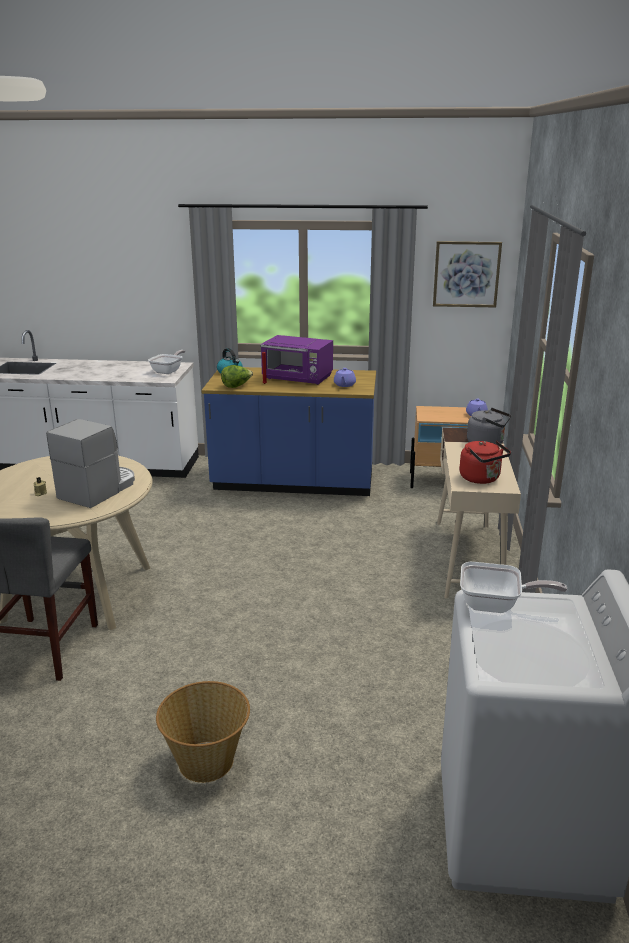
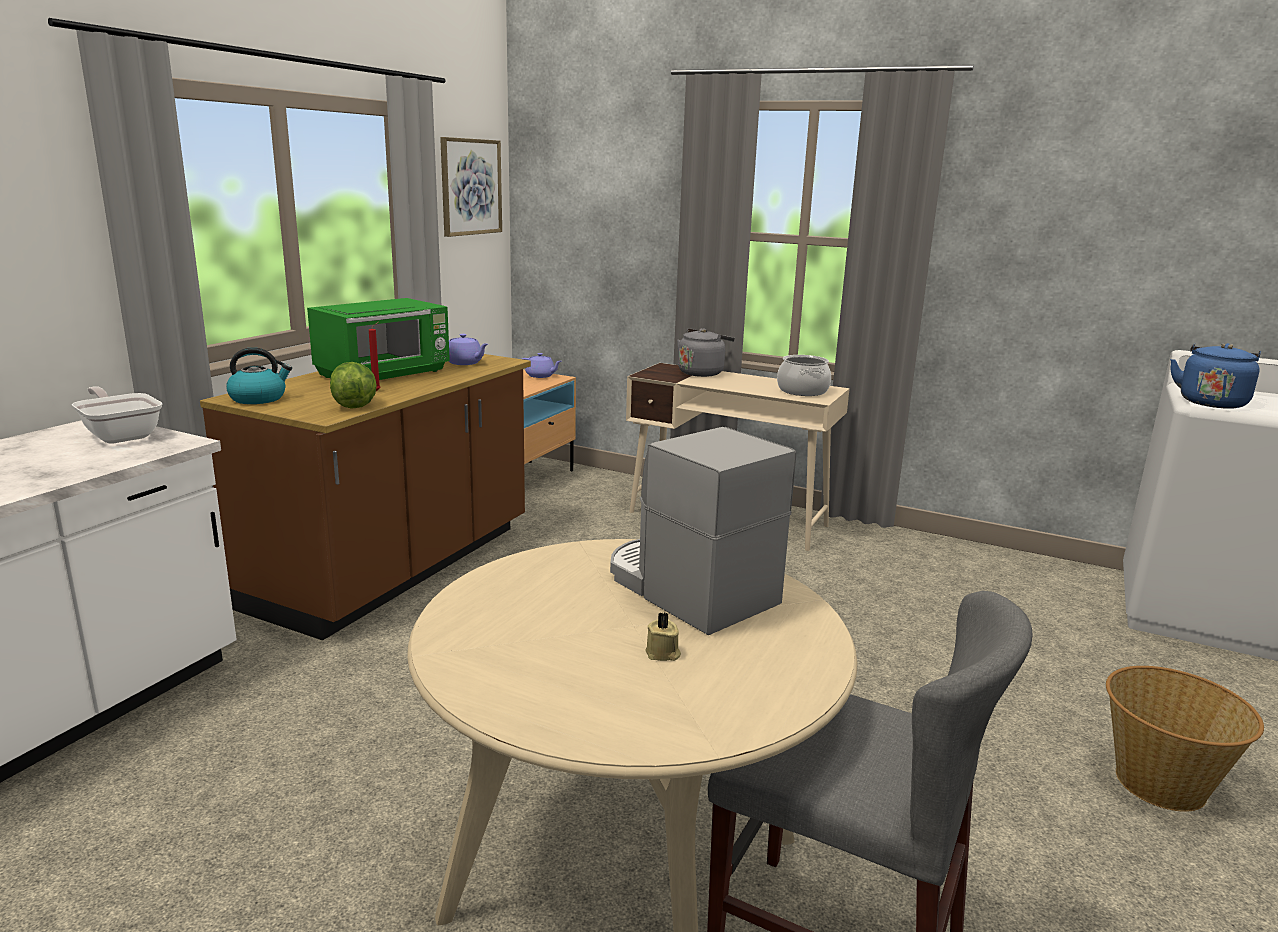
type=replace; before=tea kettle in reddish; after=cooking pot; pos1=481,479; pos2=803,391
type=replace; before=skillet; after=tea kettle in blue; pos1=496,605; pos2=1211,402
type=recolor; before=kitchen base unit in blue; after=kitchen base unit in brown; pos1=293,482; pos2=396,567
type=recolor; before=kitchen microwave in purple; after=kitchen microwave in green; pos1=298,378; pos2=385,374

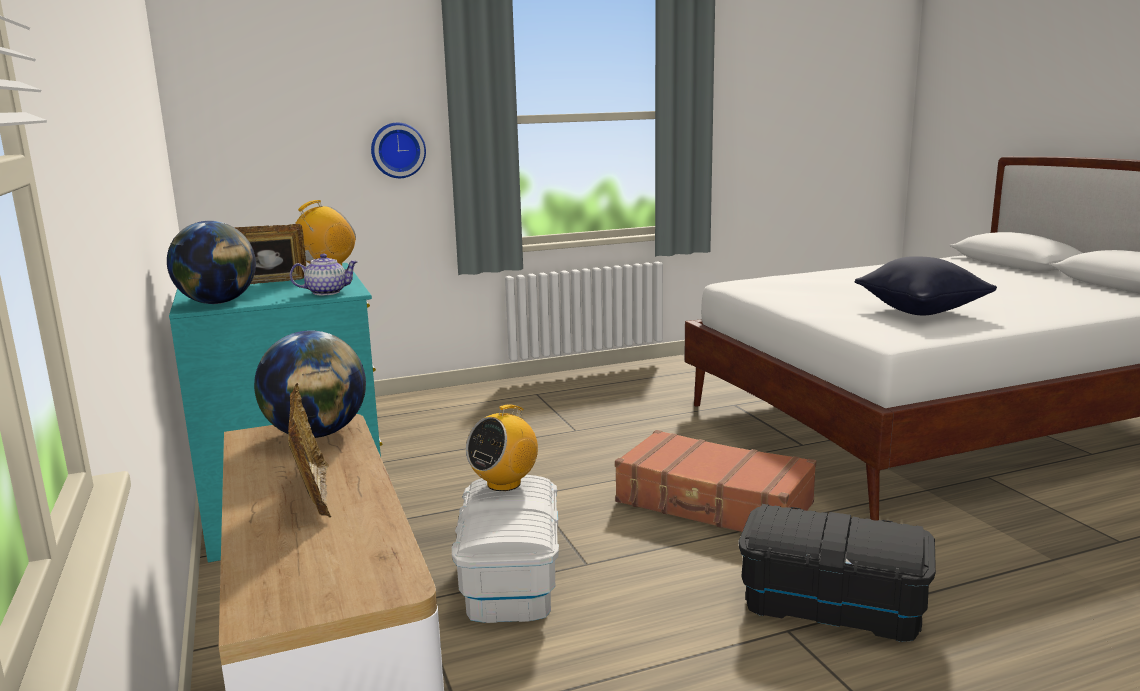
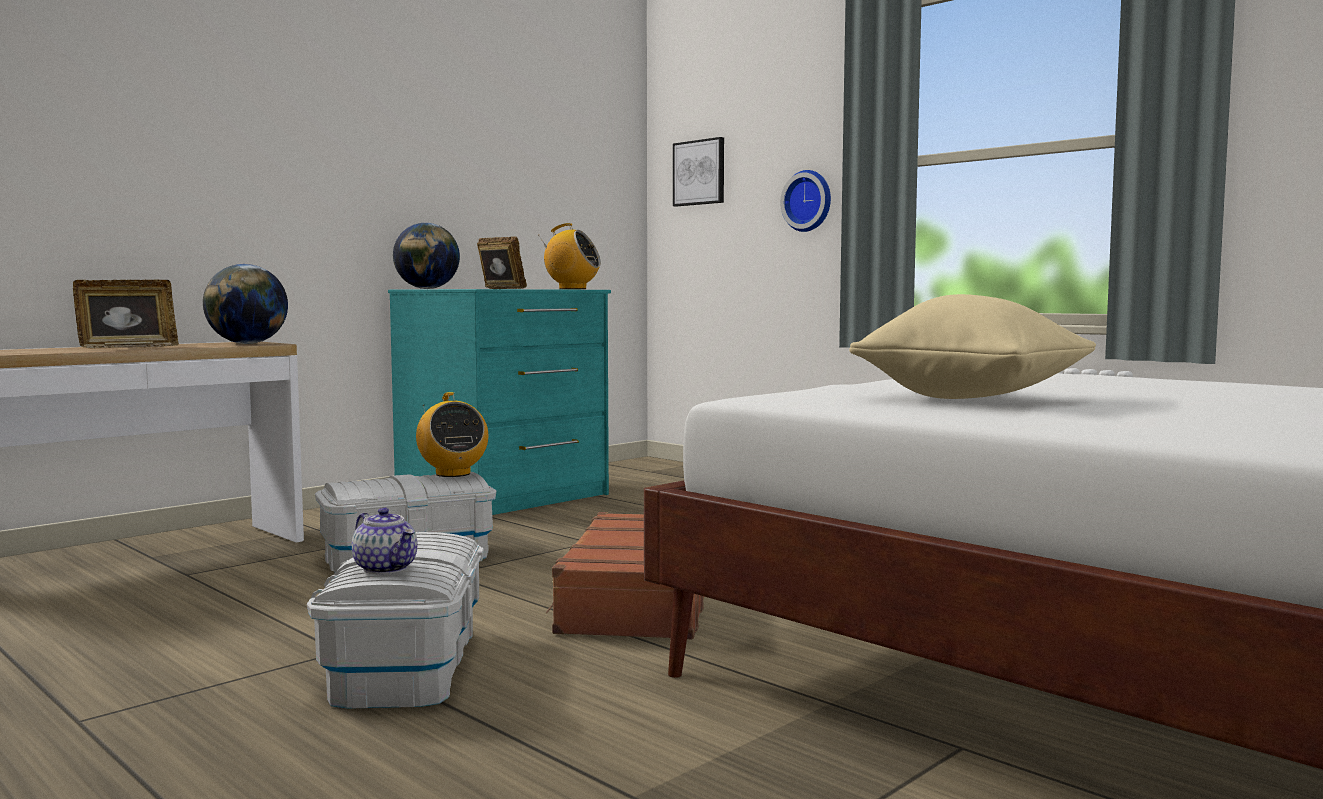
type=insert; after=wall picture; pos2=699,172
type=move; before=pot for tea; pos1=327,292; pos2=386,568
type=recolor; before=storage bin in black; after=storage bin in white-coloured; pos1=831,605; pos2=405,665
type=recolor; before=throw pillow in black; after=throw pillow in beige; pos1=921,311; pos2=971,399
type=rotate; before=radio set; pos1=504,483; pos2=452,474; turn=-135

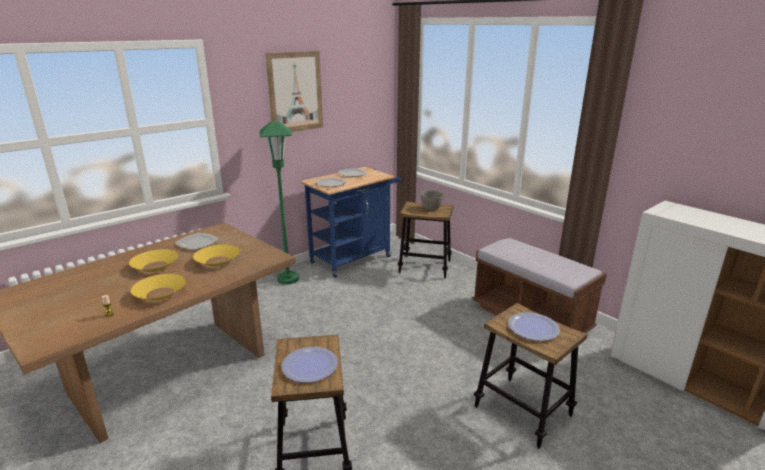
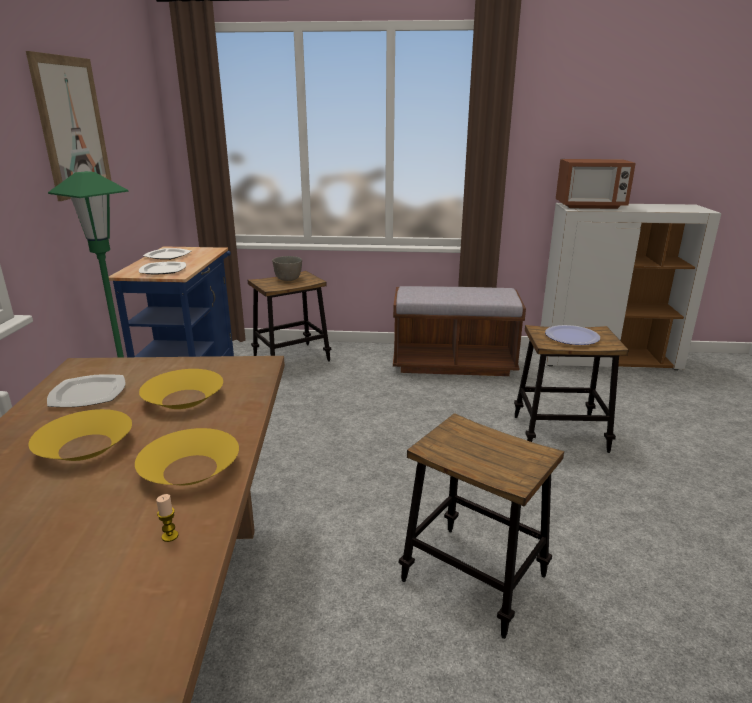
type=delete; before=dinner plate; pos1=309,365
type=insert; after=kitchen microwave; pos2=590,206

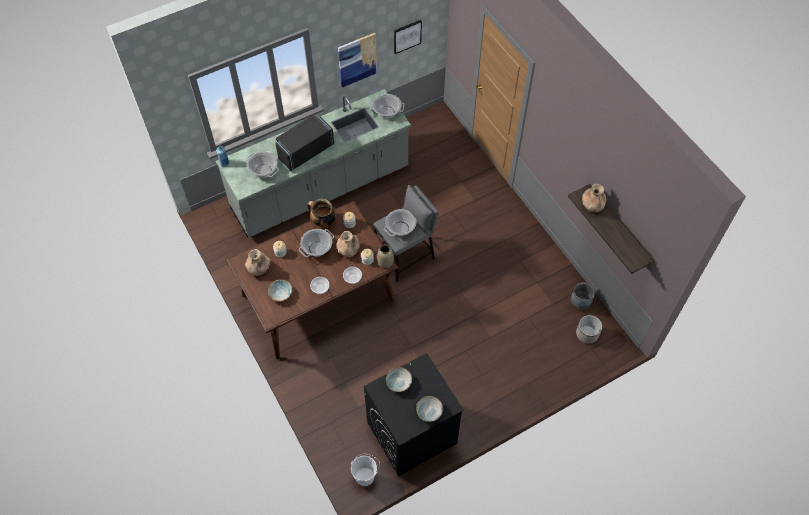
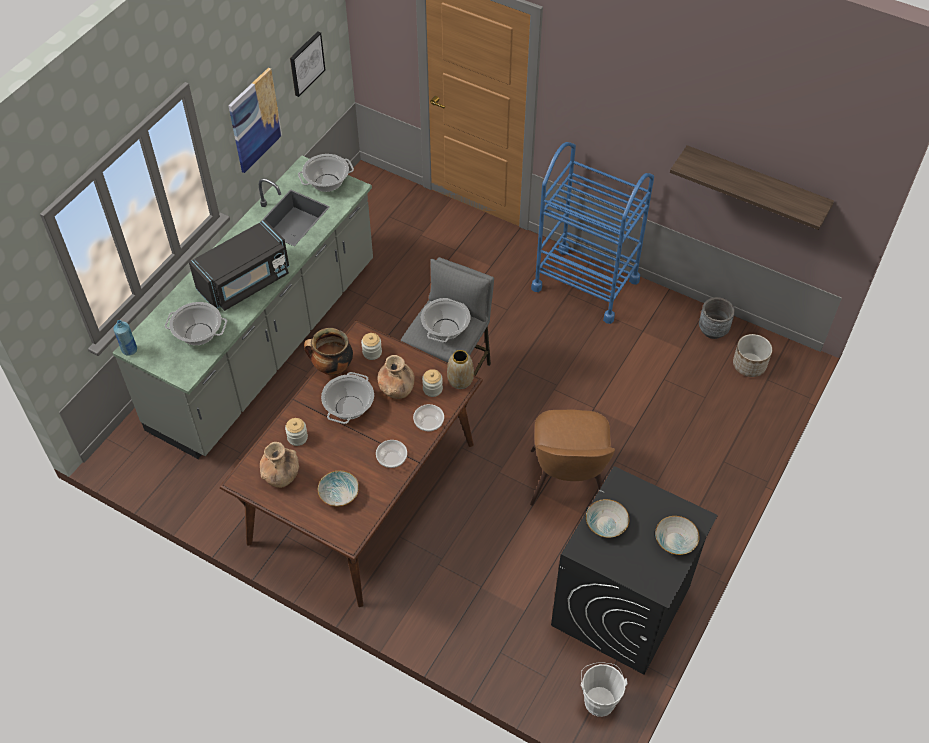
type=delete; before=decorative vase in brown; pos1=592,206
type=insert; after=chair in brown; pos2=568,482
type=insert; after=trolley in blue; pos2=585,284
type=rotate; before=kitchen microwave in black; pos1=305,151; pos2=245,282; turn=-150

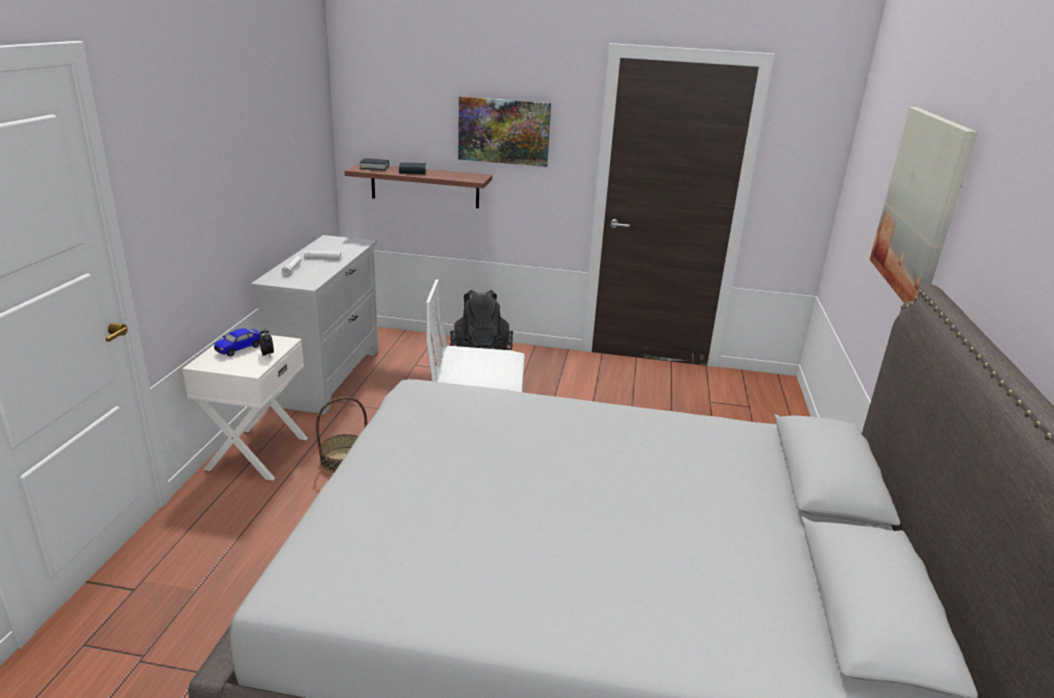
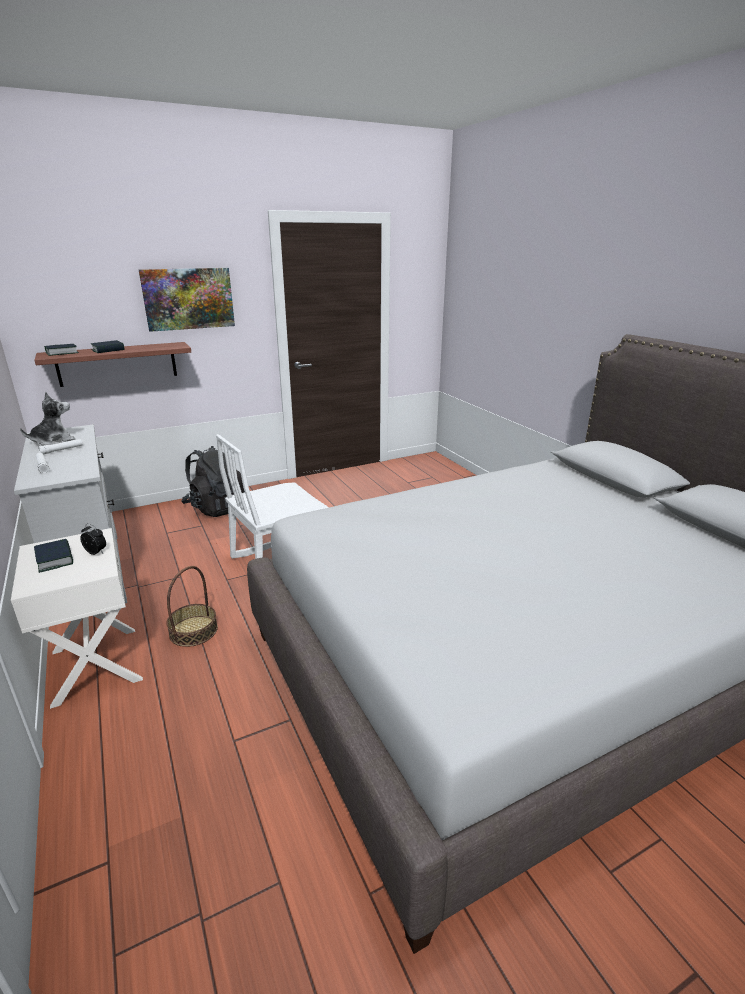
type=delete; before=wall picture; pos1=921,206
type=insert; after=soft toy; pos2=53,441
type=replace; before=model car; after=book; pos1=238,349; pos2=55,559

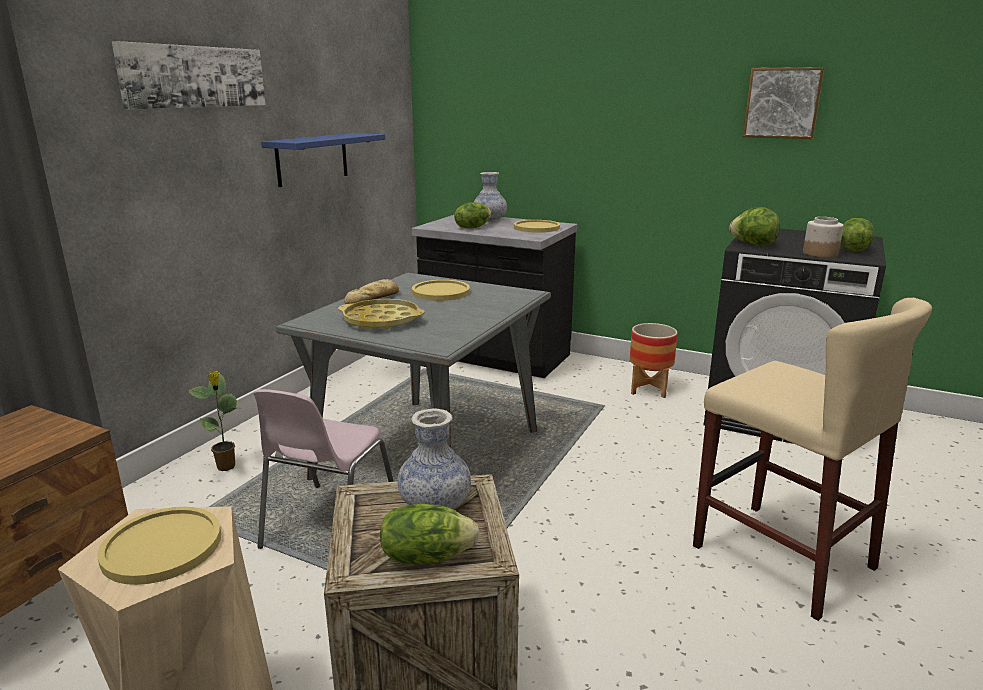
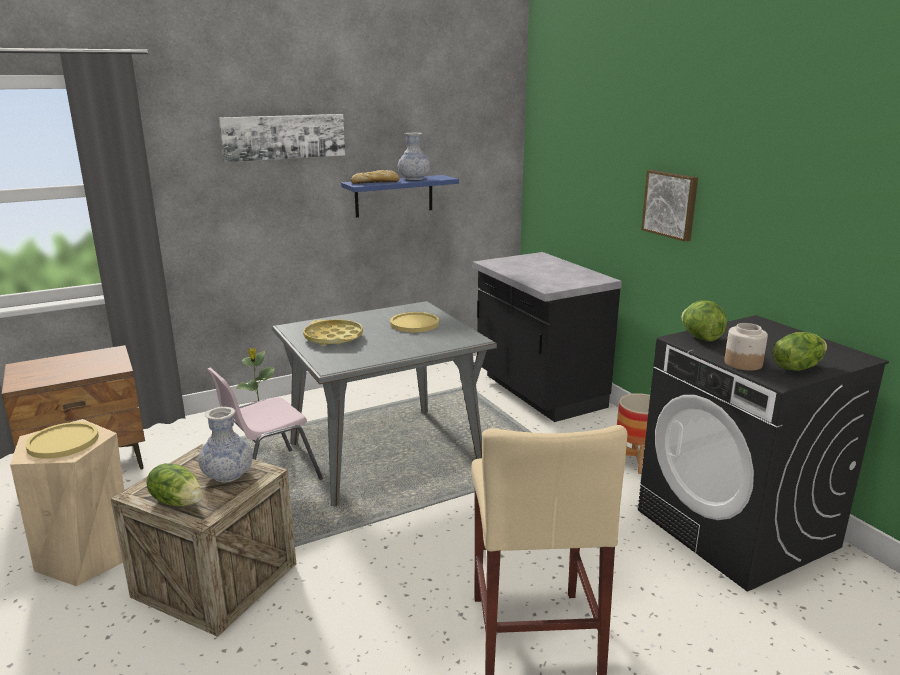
type=delete; before=lettuce head; pos1=472,227
type=delete; before=dinner plate in yellowish; pos1=536,227
type=move; before=baked bread; pos1=373,299; pos2=376,182
type=move; before=decorative vase; pos1=490,220; pos2=414,179
type=move; before=wall picture; pos1=782,103; pos2=671,204

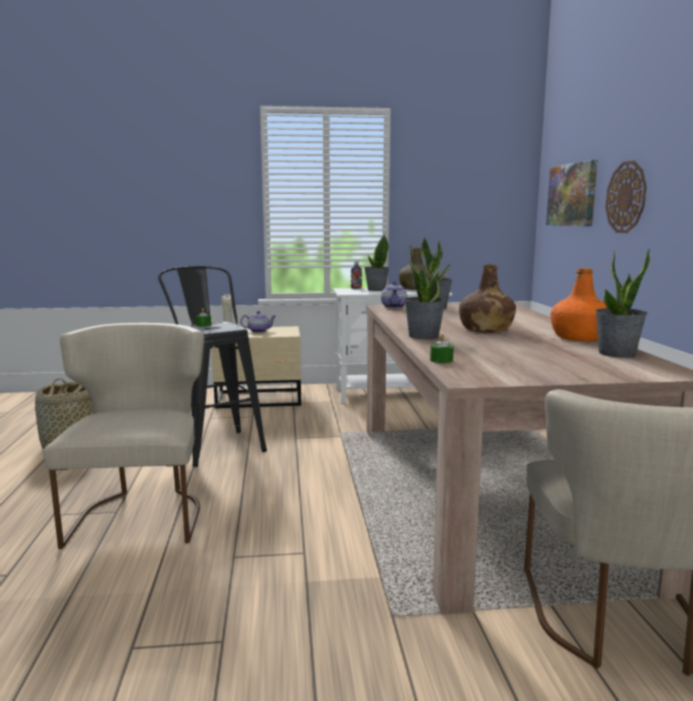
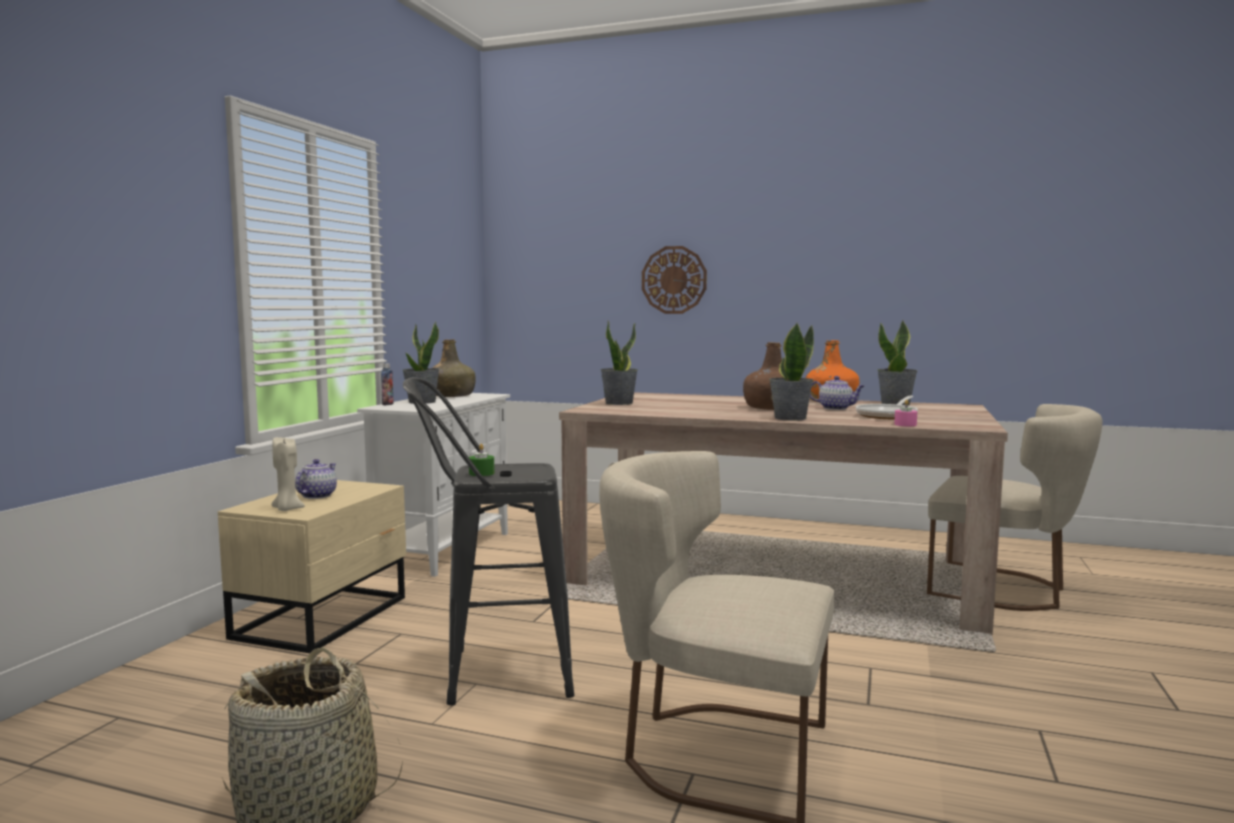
type=delete; before=wall picture; pos1=572,195
type=insert; after=skillet; pos2=888,416
type=move; before=pot for tea; pos1=394,307; pos2=836,408
type=recolor; before=candle in green; after=candle in pinkish; pos1=441,360; pos2=905,424

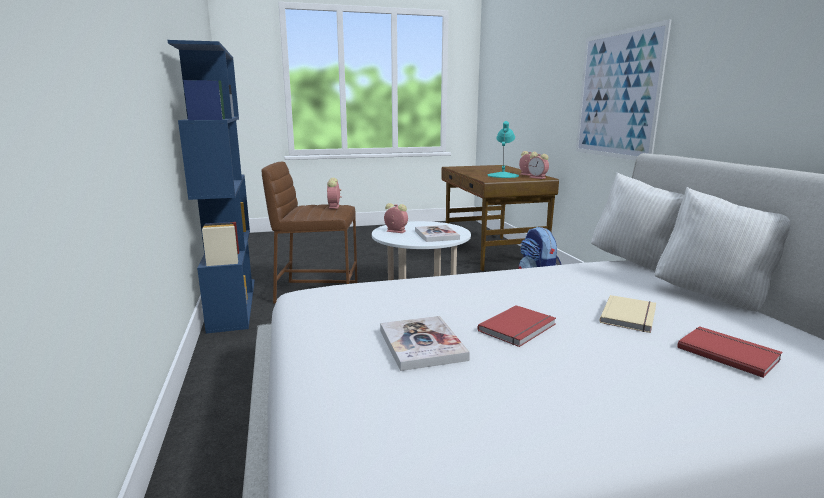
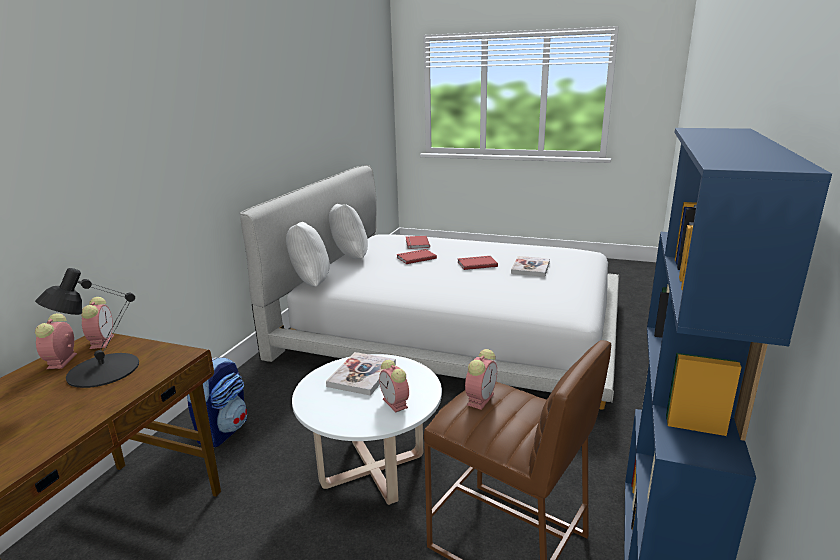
type=delete; before=wall picture; pos1=617,95
type=recolor; before=tabletop lamp in turquoise; after=tabletop lamp in black; pos1=503,175; pos2=102,370
type=recolor; before=book in beige; after=book in reddish; pos1=630,316; pos2=415,258

